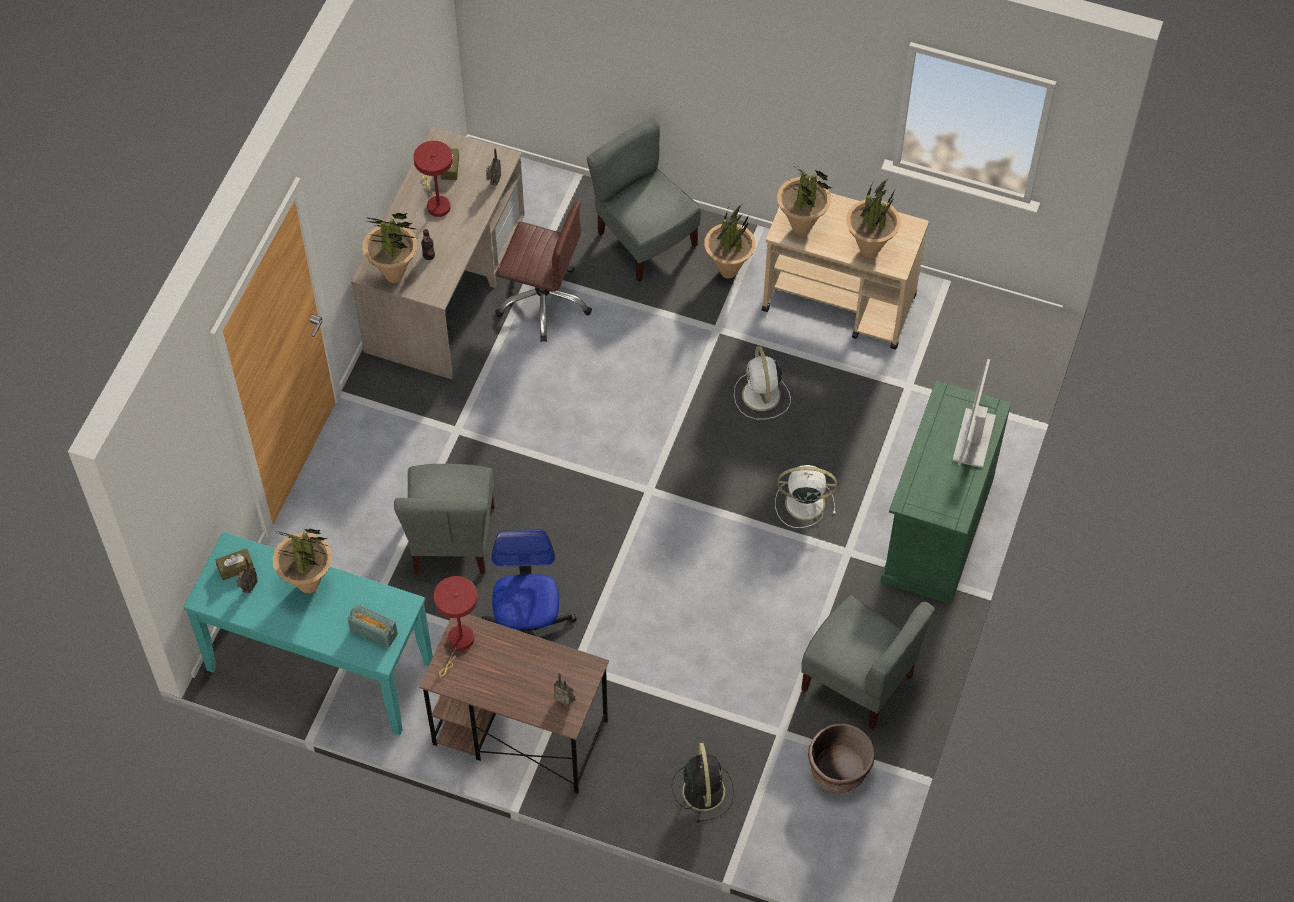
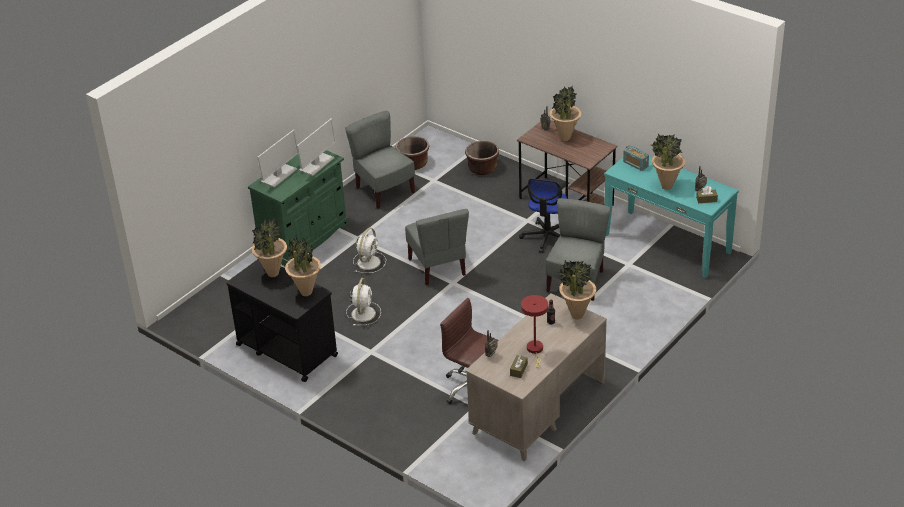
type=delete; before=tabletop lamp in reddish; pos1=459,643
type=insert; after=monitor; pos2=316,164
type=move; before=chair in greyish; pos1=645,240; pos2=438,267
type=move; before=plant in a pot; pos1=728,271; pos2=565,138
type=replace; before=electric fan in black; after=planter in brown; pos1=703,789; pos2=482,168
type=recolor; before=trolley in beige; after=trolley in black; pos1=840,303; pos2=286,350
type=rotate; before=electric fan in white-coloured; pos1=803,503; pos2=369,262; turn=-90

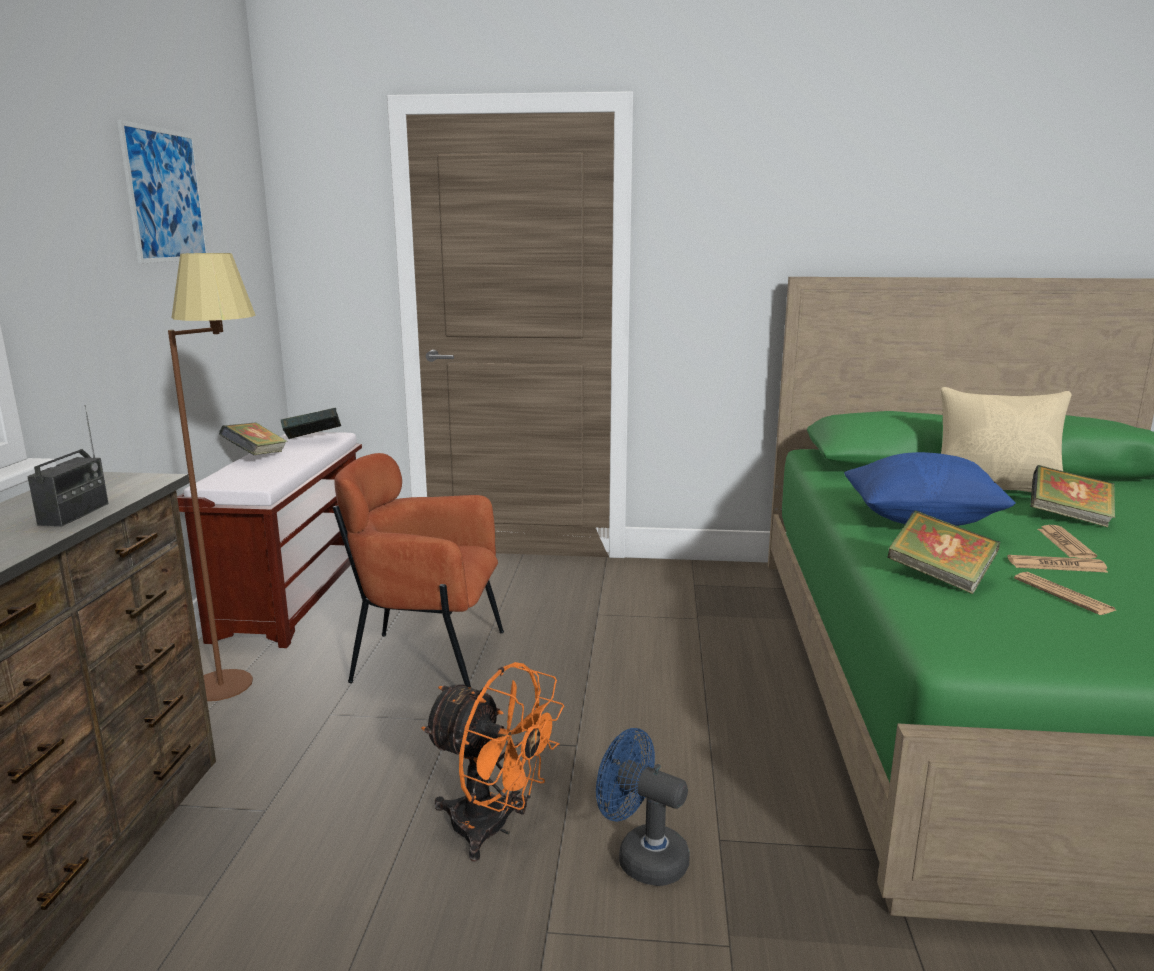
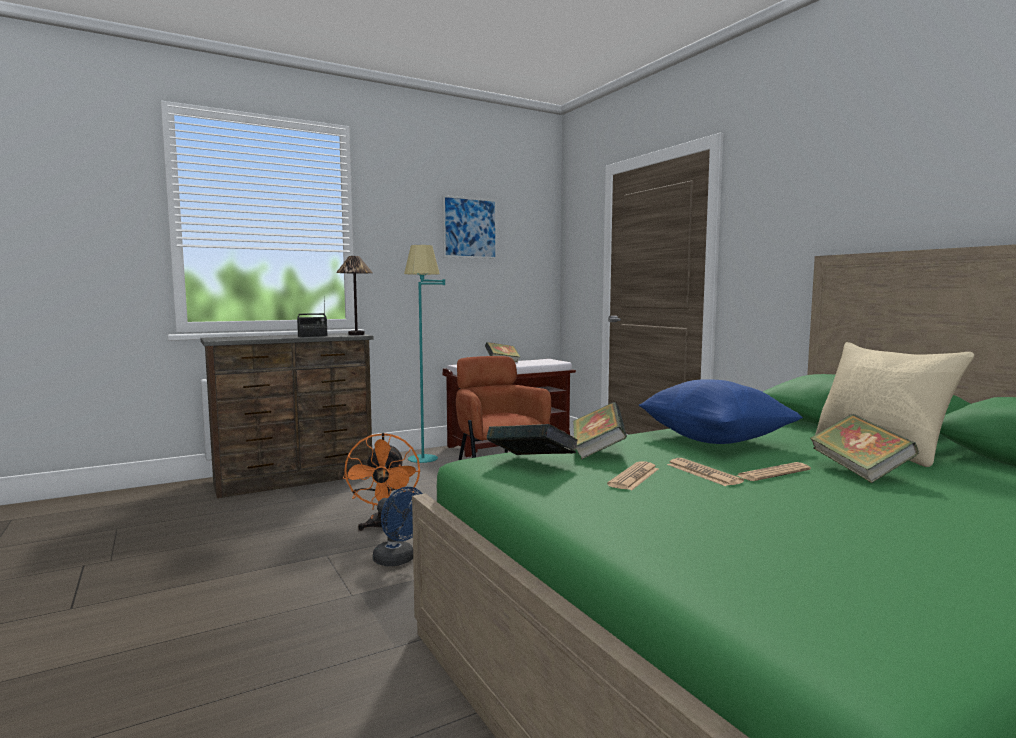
type=insert; after=tabletop lamp; pos2=356,334
type=move; before=book; pos1=313,440; pos2=532,464
type=recolor; before=standard lamp in brown; after=standard lamp in turquoise; pos1=244,689; pos2=425,462
type=rotate; before=electric fan in blue; pos1=642,857; pos2=398,560; turn=135

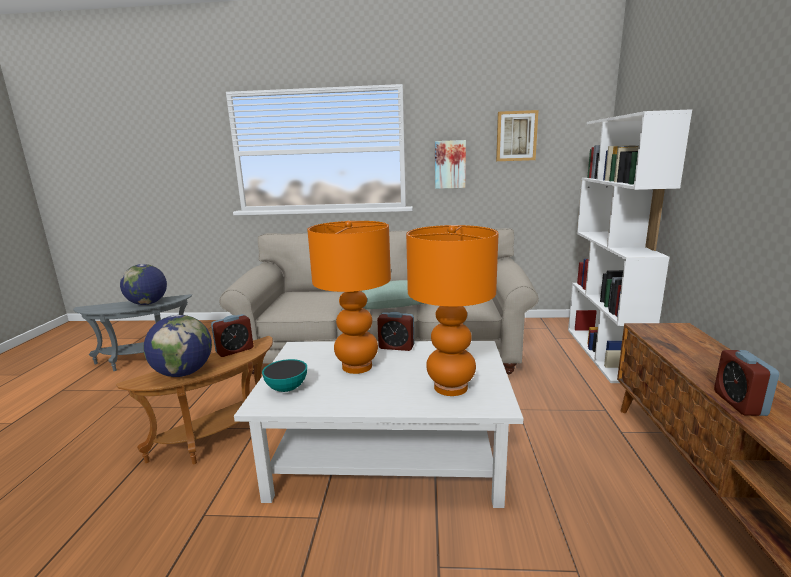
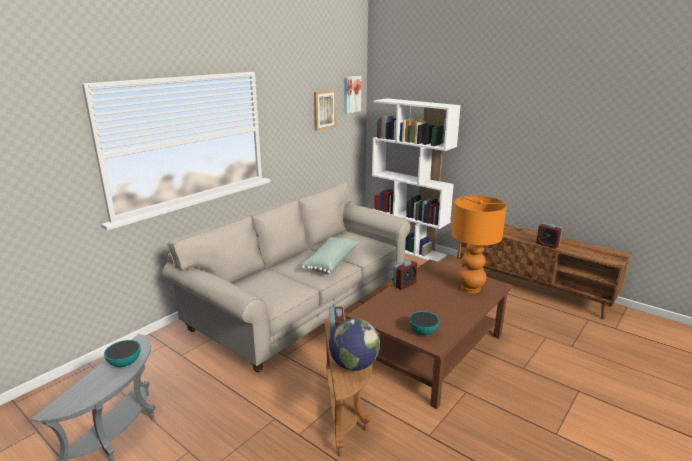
type=delete; before=tabletop lamp in orangey; pos1=356,366
type=move; before=wall picture; pos1=450,164; pos2=351,94
type=replace; before=desk globe; after=deep dish; pos1=148,303; pos2=125,363
type=recolor; before=coffee table in white-coloured; after=coffee table in brown; pos1=387,452; pos2=429,350

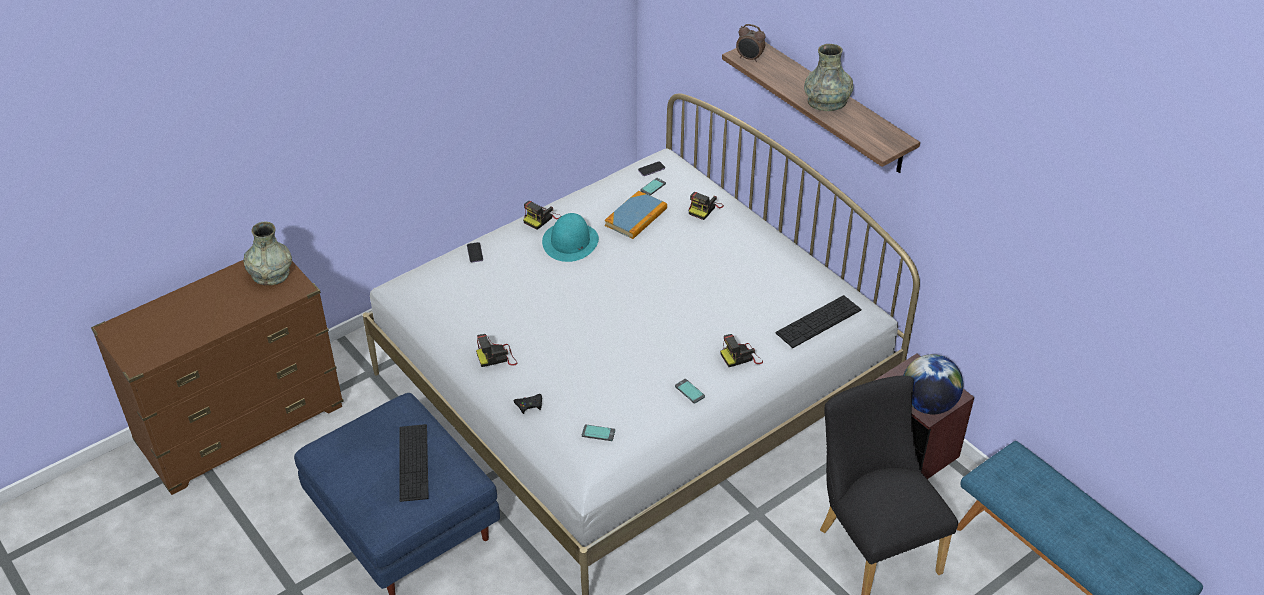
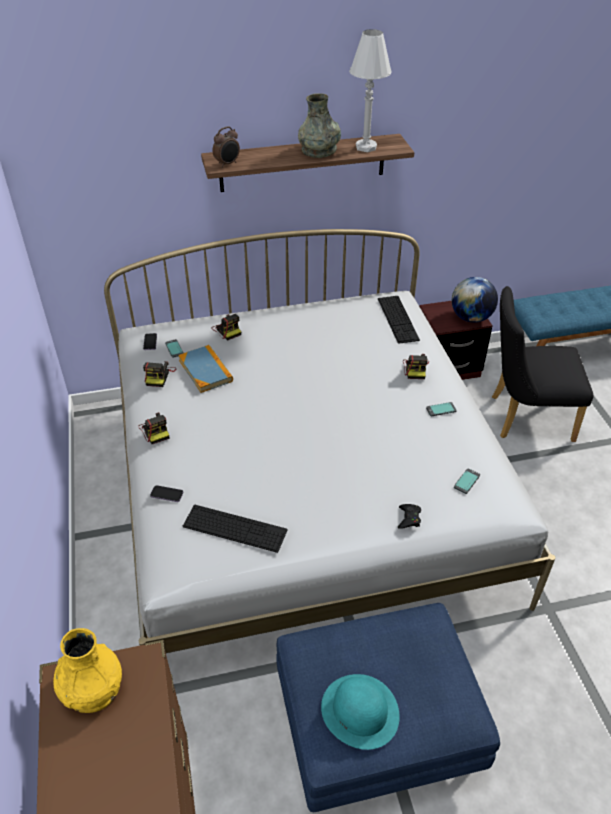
type=insert; after=tabletop lamp in white-coloured; pos2=366,147
type=move; before=computer keyboard; pos1=413,462; pos2=235,528
type=move; before=still camera; pos1=497,357; pos2=159,376
type=move; before=wearable hat in turquoise; pos1=570,242; pos2=360,711
type=recolor; before=decorative vase in greyish; after=decorative vase in yellowish; pos1=270,273; pos2=92,688

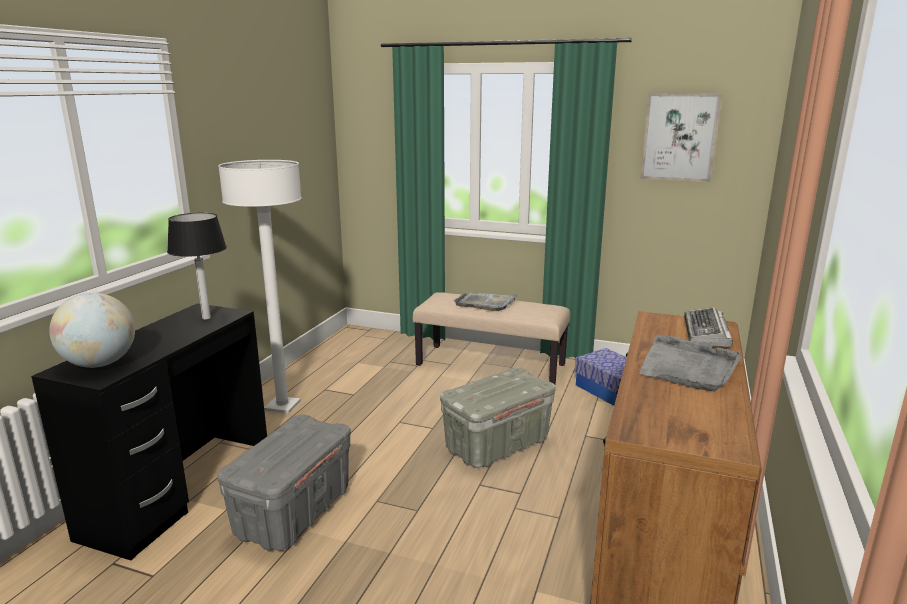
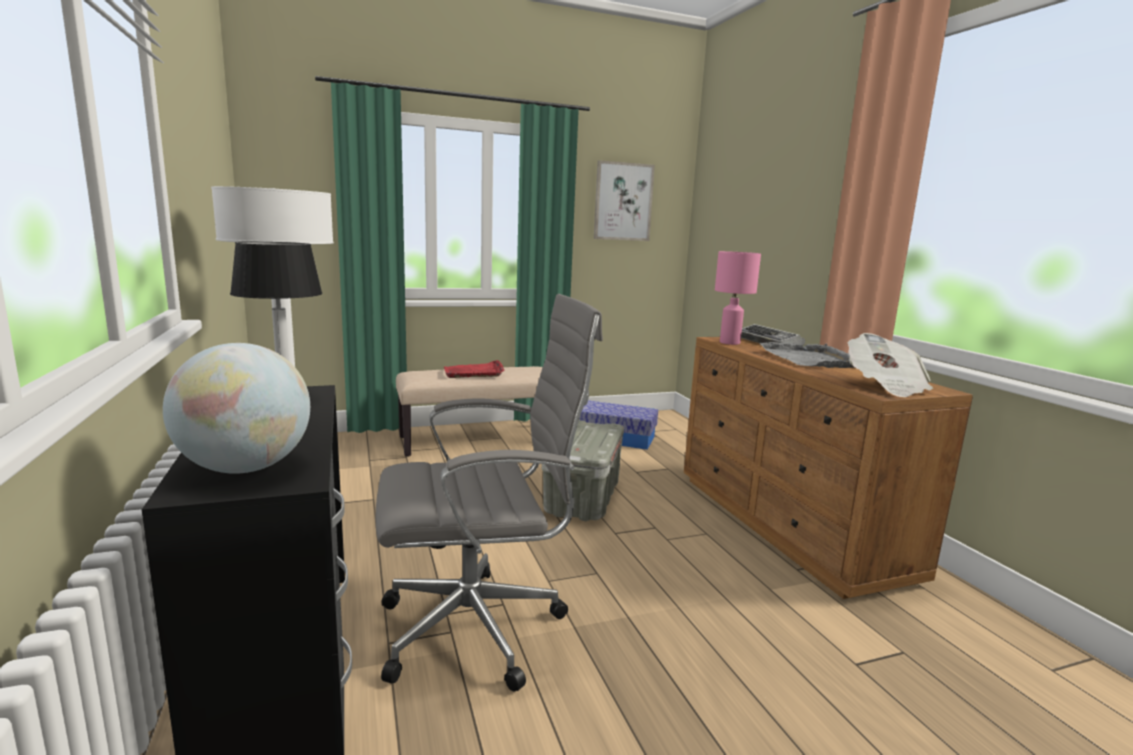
type=insert; after=tabletop lamp in pinkish; pos2=730,342
type=insert; after=newspaper; pos2=885,386
type=replace; before=storage bin in greyish; after=desk chair in greyish; pos1=294,513; pos2=480,628
type=recolor; before=carrying tray in greyish; after=carrying tray in reddish; pos1=486,303; pos2=474,372

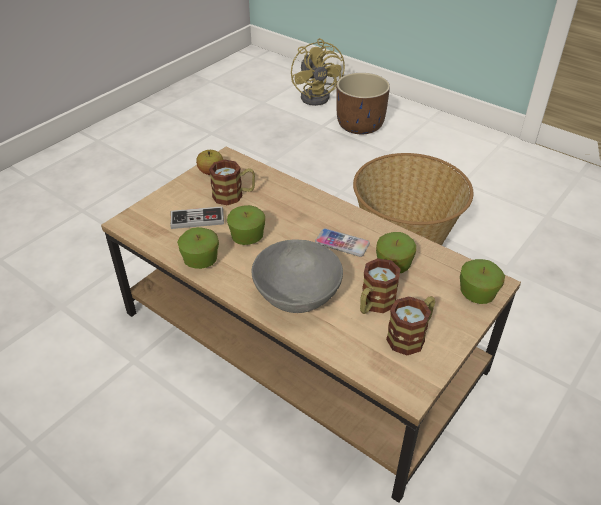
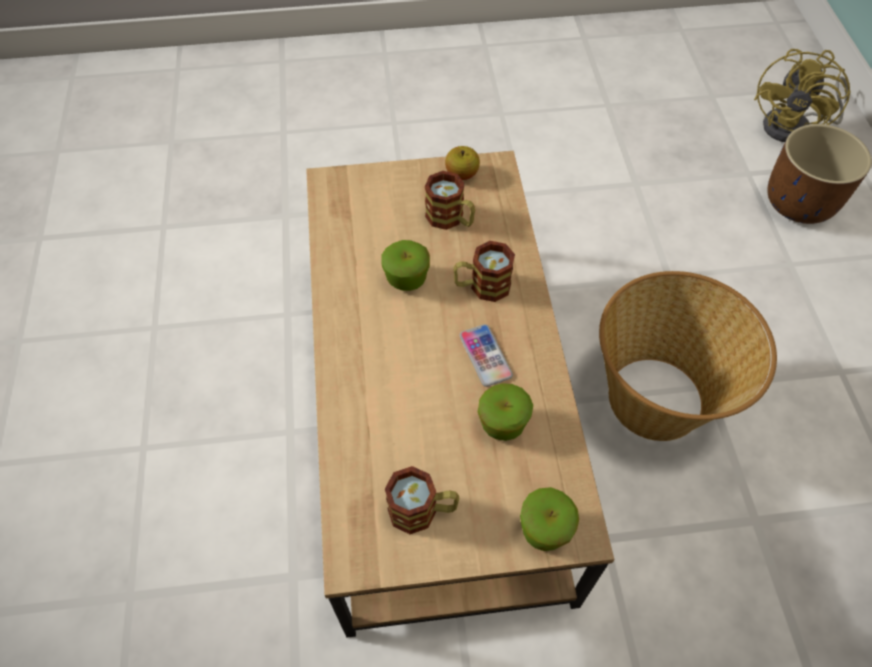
type=delete; before=joypad; pos1=197,219
type=delete; before=apple fruit; pos1=201,261
type=delete; before=deep dish in greyish; pos1=297,296
type=move; before=mug; pos1=374,304; pos2=482,286

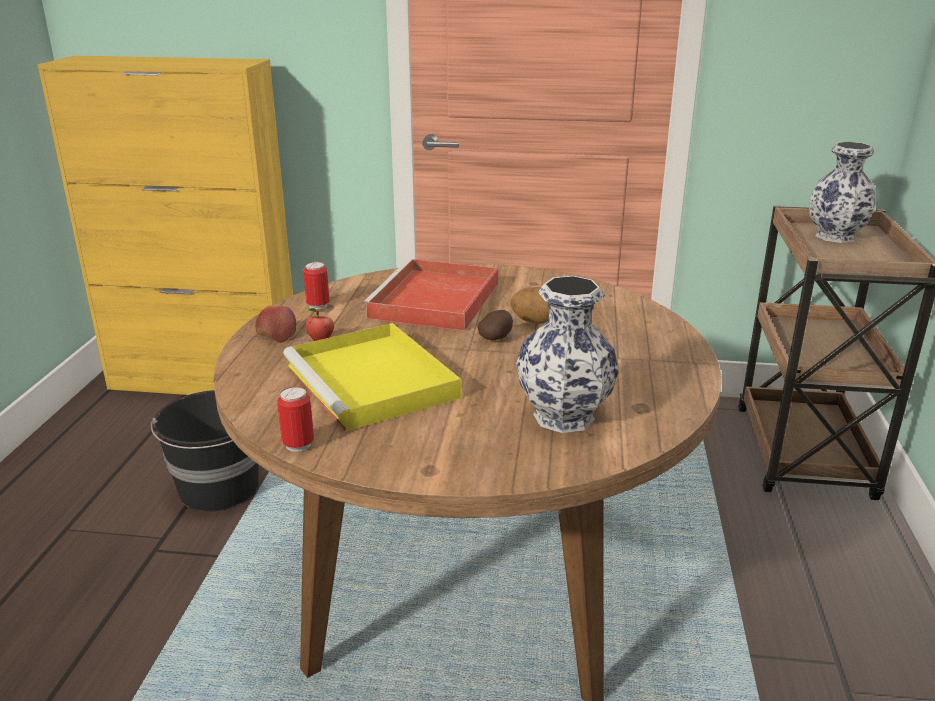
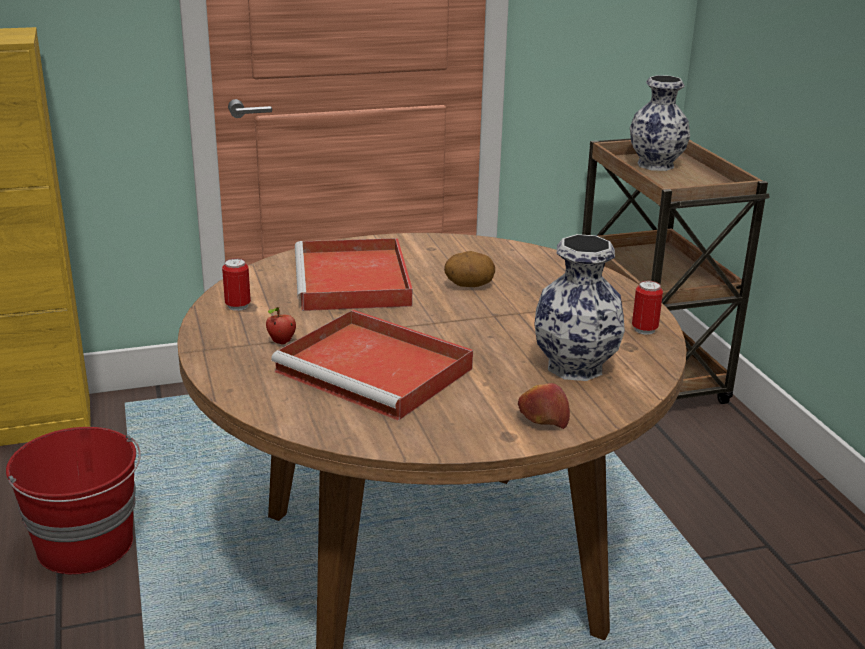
type=delete; before=spud; pos1=496,338
type=move; before=apple fruit; pos1=276,334; pos2=542,418
type=move; before=sealed can; pos1=298,445; pos2=644,330
type=recolor; before=bucket in black; after=bucket in reddish; pos1=219,489; pos2=86,545
type=recolor; before=carrying tray in yellowish; after=carrying tray in reddish; pos1=374,382; pos2=377,371

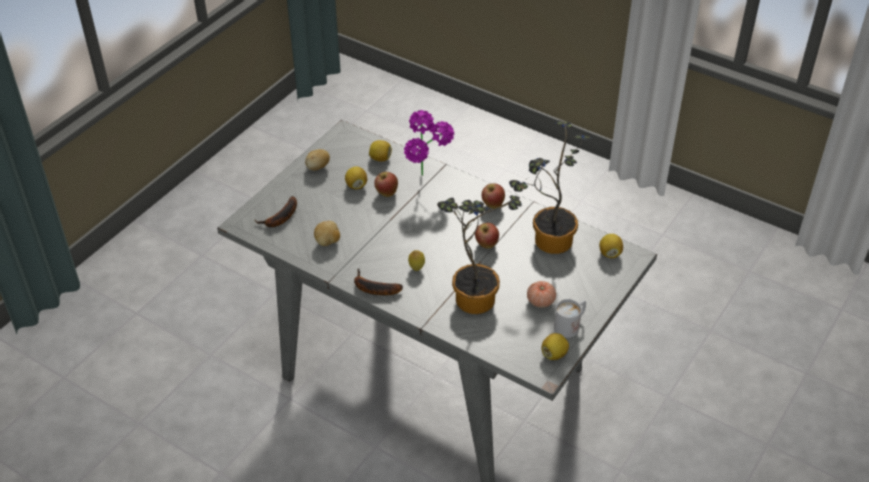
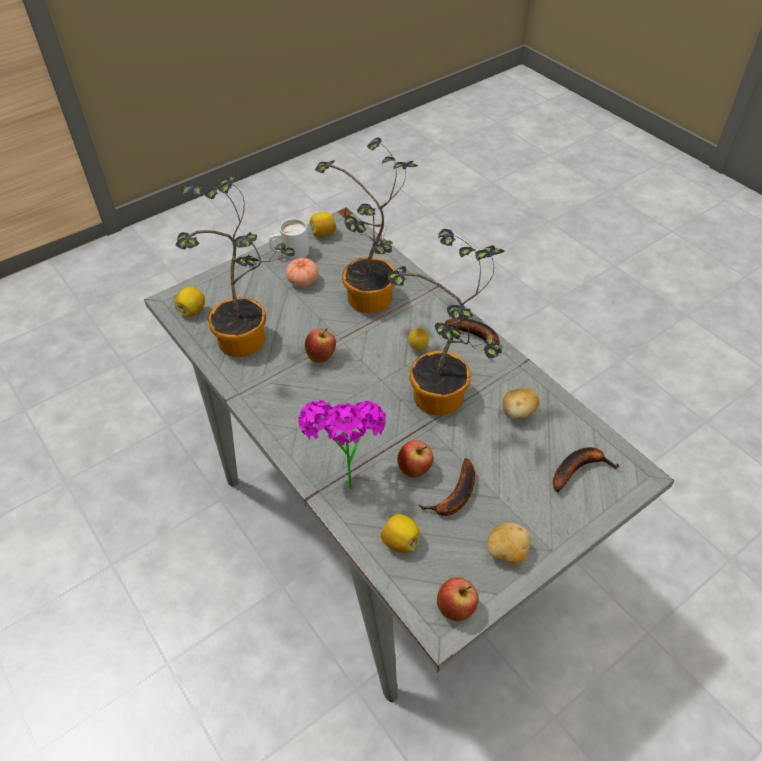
type=insert; after=plant in a pot; pos2=442,402
type=move; before=apple fruit; pos1=492,205; pos2=456,608
type=replace; before=lemon; after=banana; pos1=356,185; pos2=454,497

